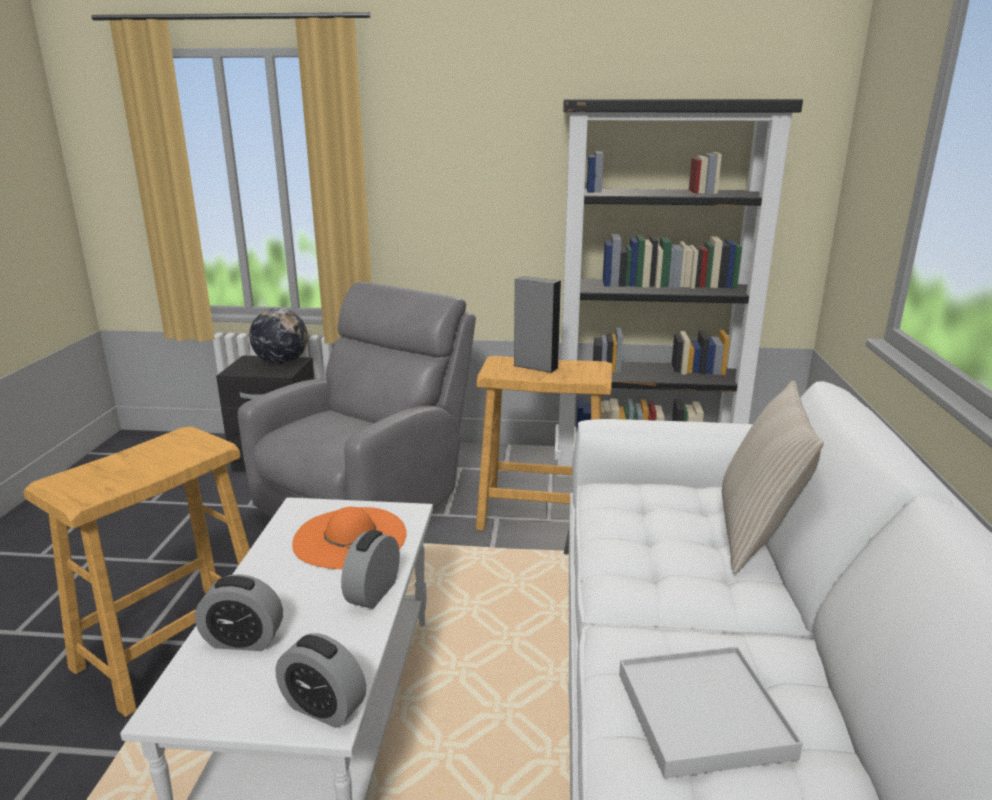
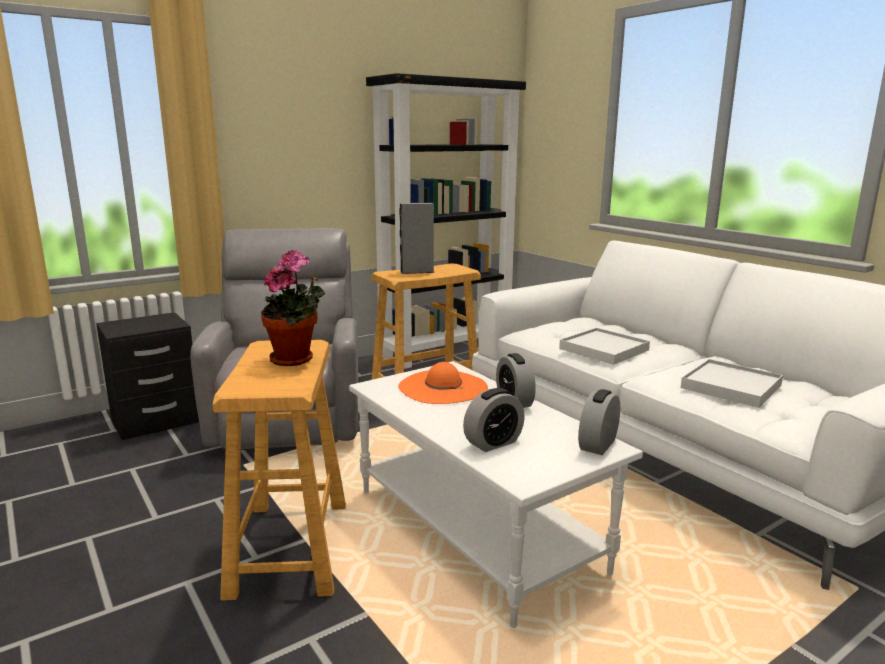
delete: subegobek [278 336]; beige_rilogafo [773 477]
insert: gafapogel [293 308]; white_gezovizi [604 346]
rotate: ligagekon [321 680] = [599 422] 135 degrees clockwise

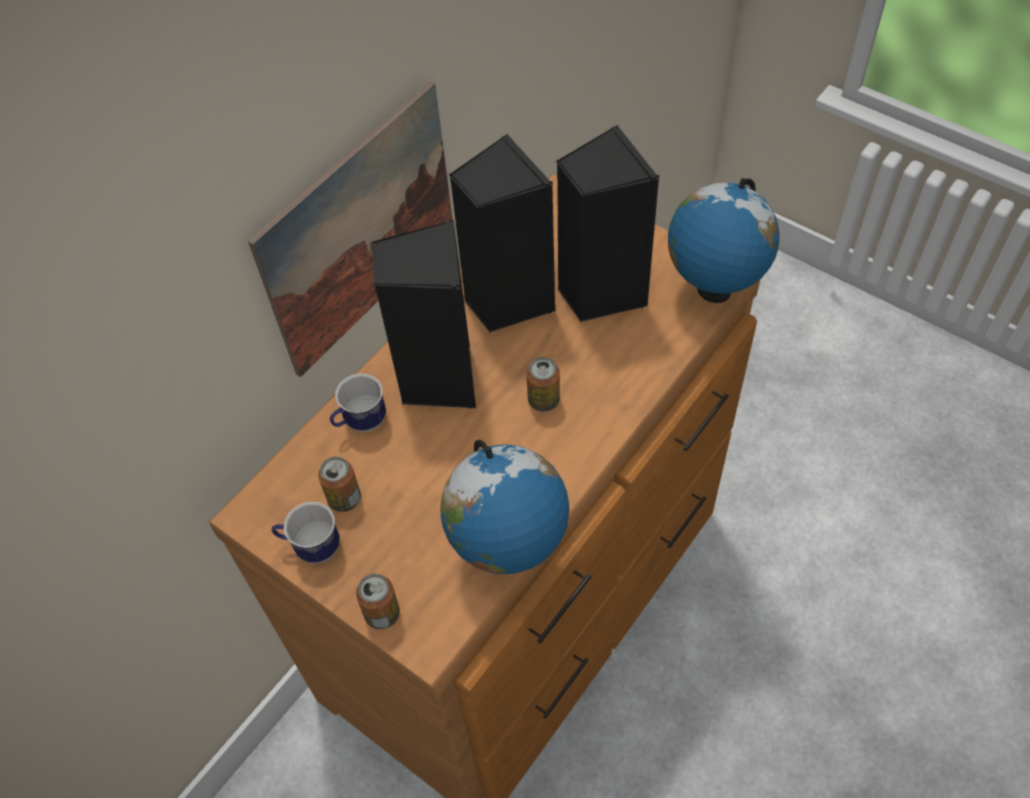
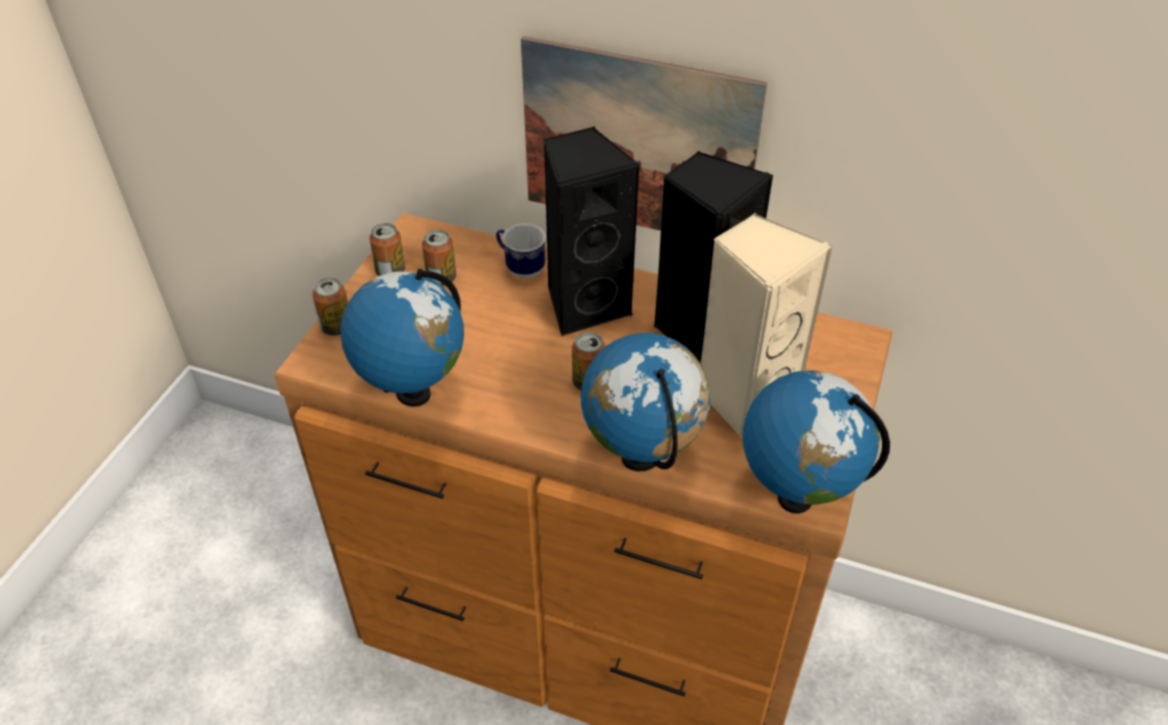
insert: subegobek [645 402]
replace: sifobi [306 533] to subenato [387 249]
recolor: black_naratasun [608 224] to beige_naratasun [766 326]

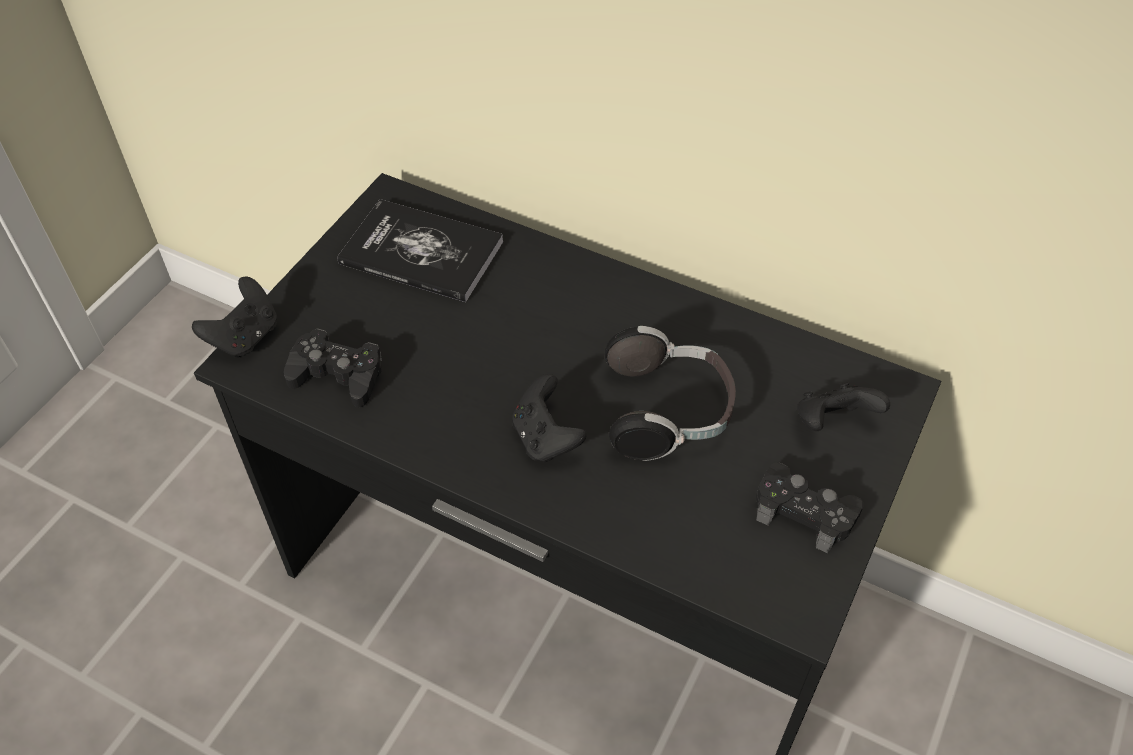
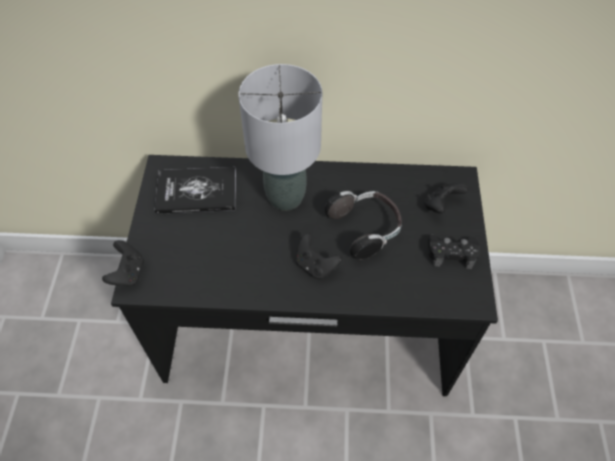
delete: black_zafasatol [333 368]
insert: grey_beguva [280 137]

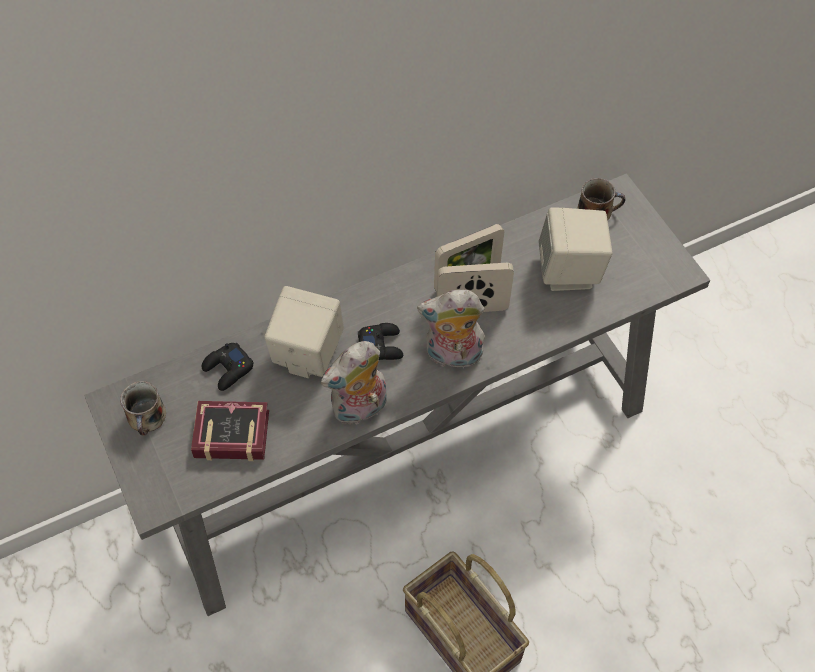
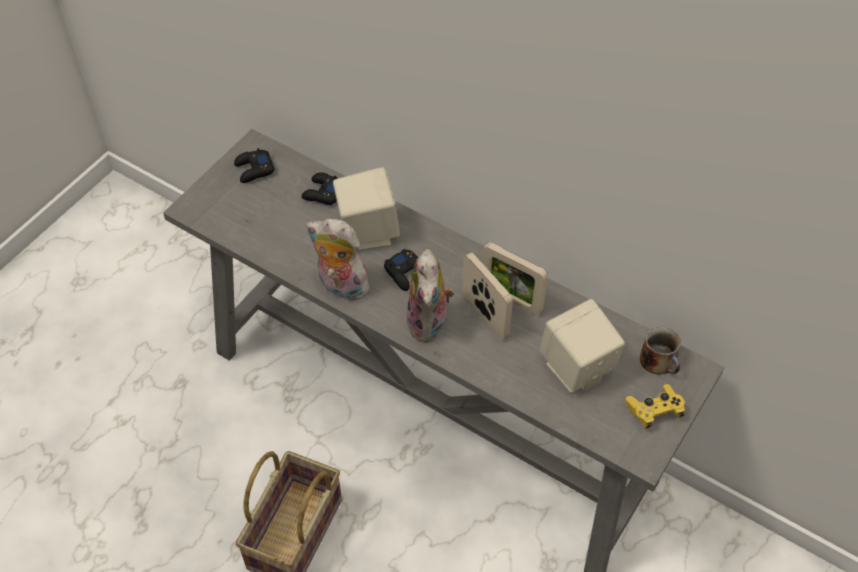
delete: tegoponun [230 431]
insert: yellow_zafasatol [655 407]
replace: sifobi [143 408] to black_zafasatol [254 165]
rotate: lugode [450 329] = [430 295] 150 degrees counterclockwise

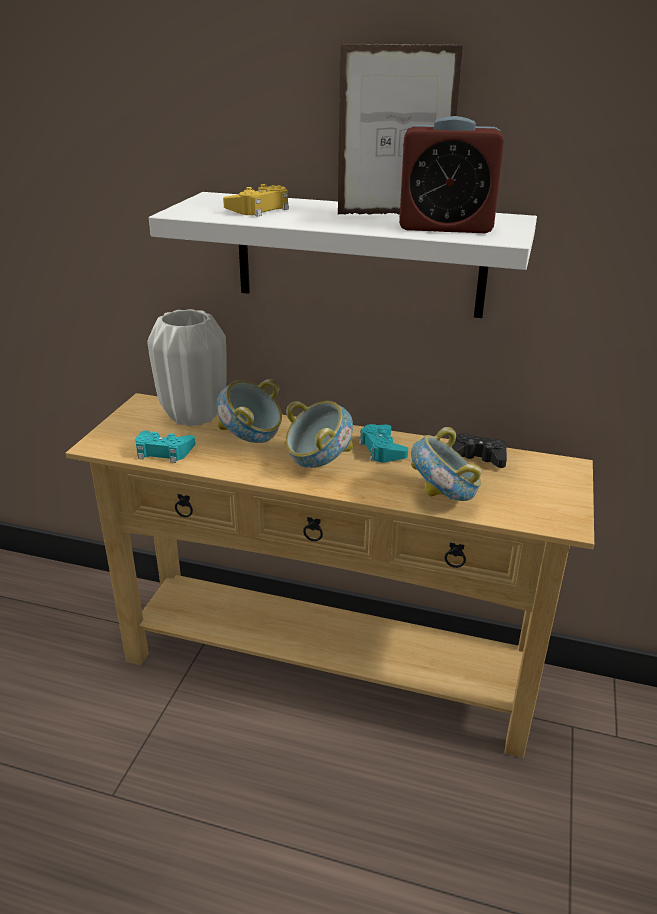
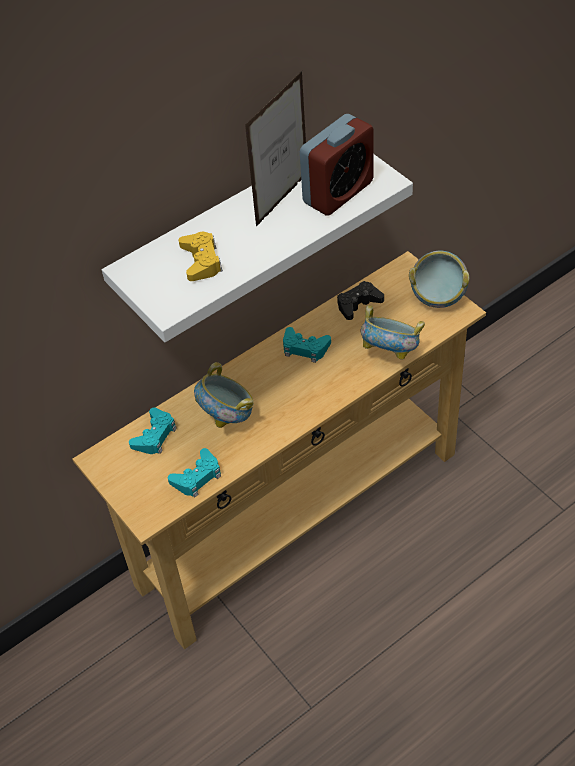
move: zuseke [319 434] to [439 279]
replace: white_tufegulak [186 367] to turquoise_zafasatol [153 431]

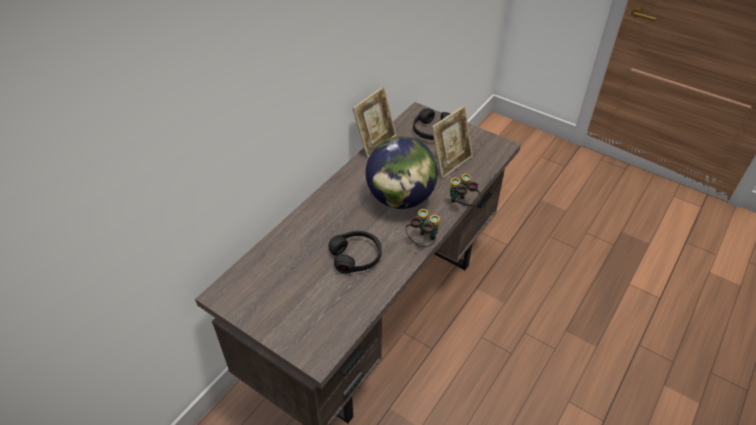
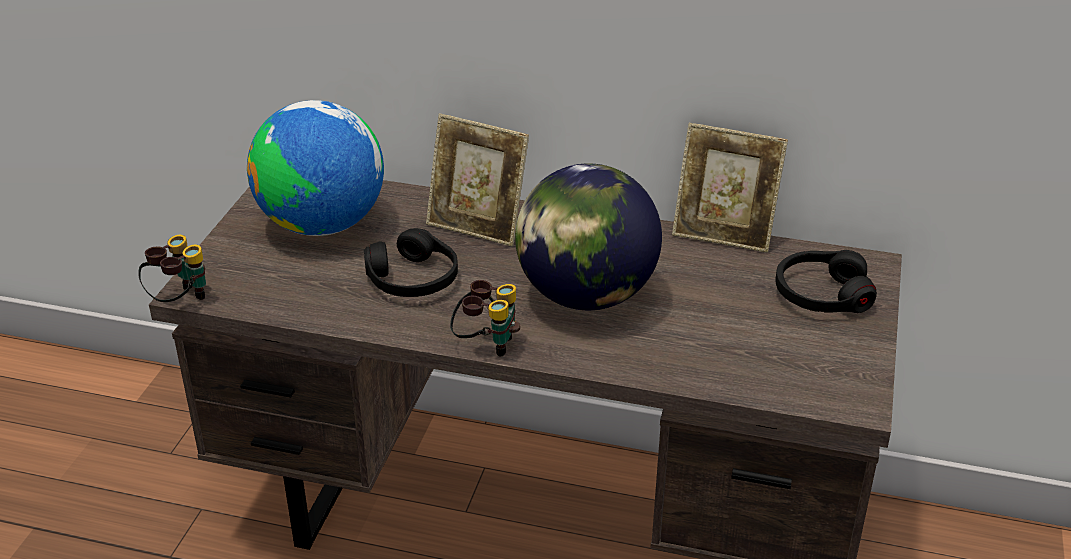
insert: subegobek [315 168]
move: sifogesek [465 190] to [172 268]; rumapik [452 142] to [477 179]

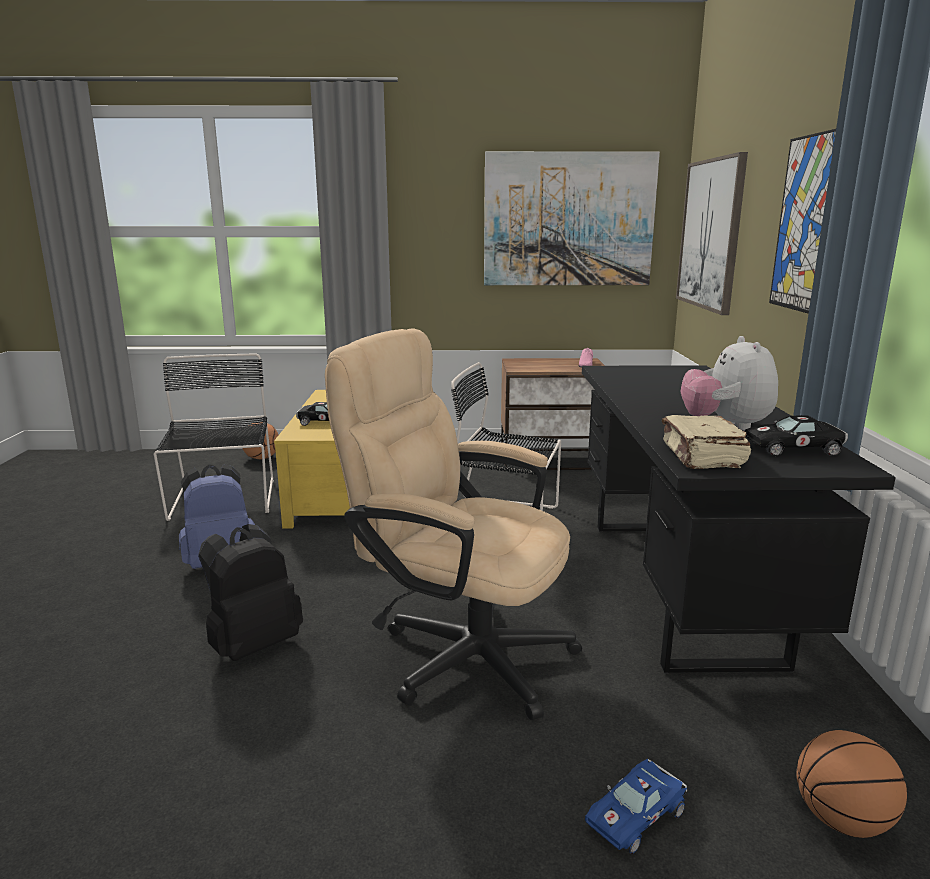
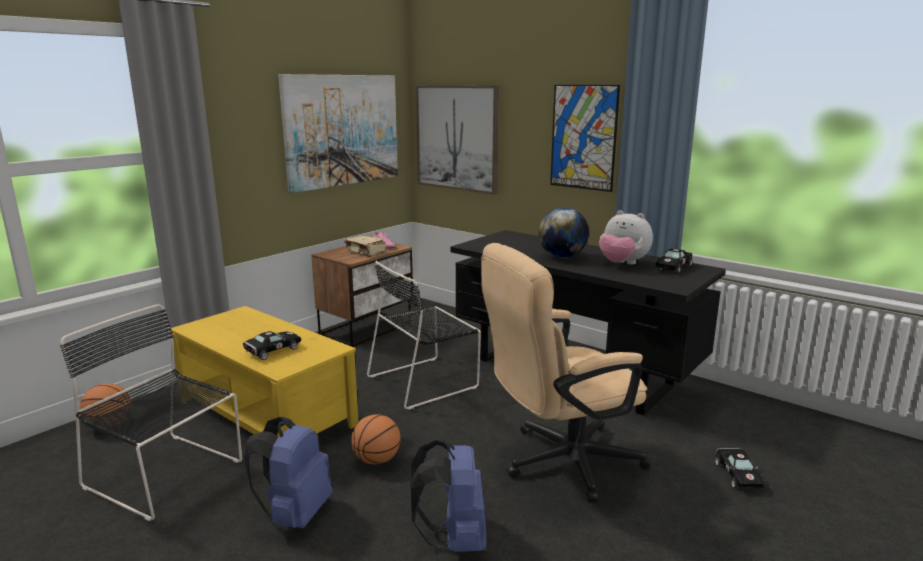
insert: subegobek [563 232]
move: beige_tegoponun [706 442] to [365 246]; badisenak [852 784] to [376 439]
recolor: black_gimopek [250 592] to blue_gimopek [448 495]; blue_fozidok [636 806] to black_fozidok [739 468]

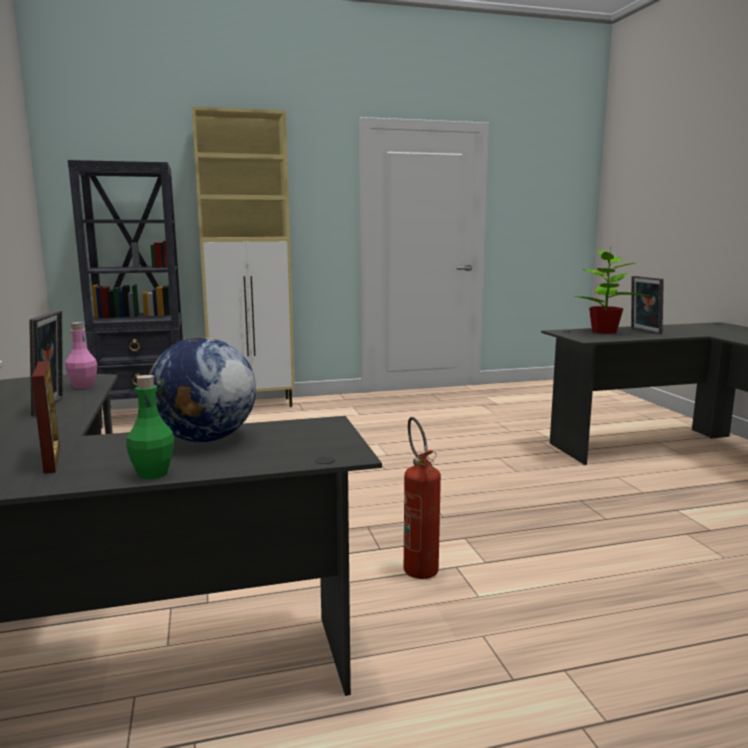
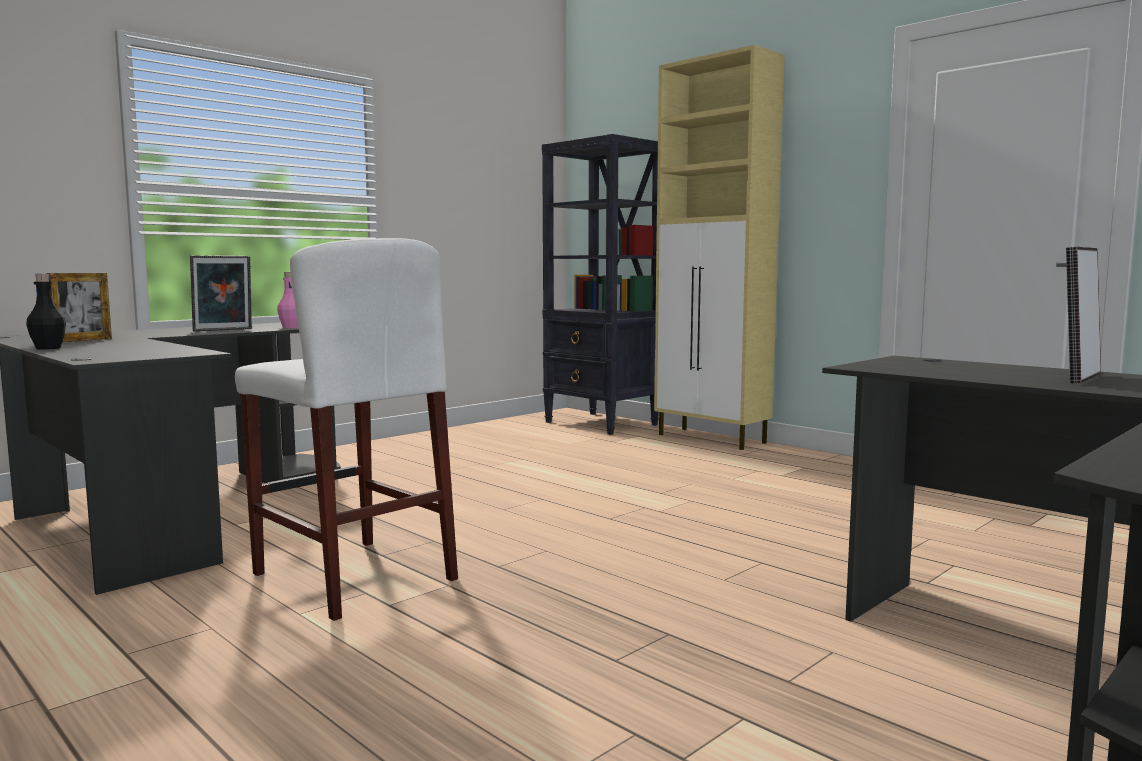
delete: subegobek [202 389]; gafapogel [611 291]
replace: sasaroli [422 498] to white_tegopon [346 429]
recolor: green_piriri [150 427] to black_piriri [46 312]

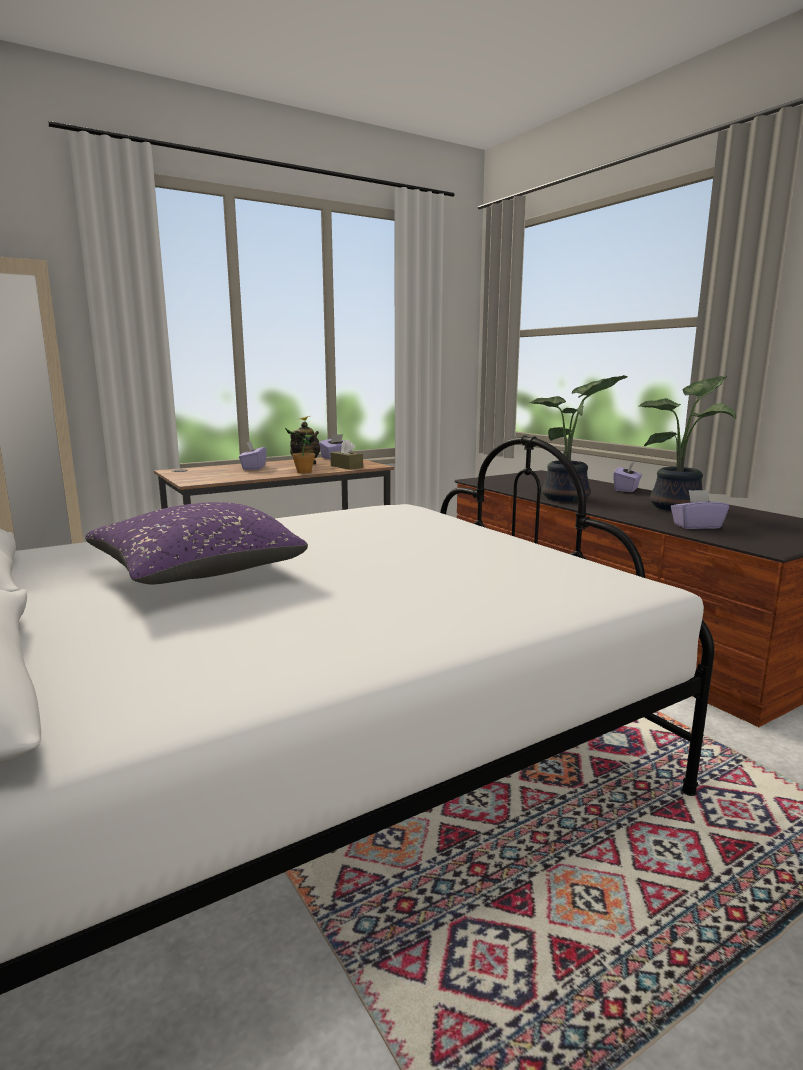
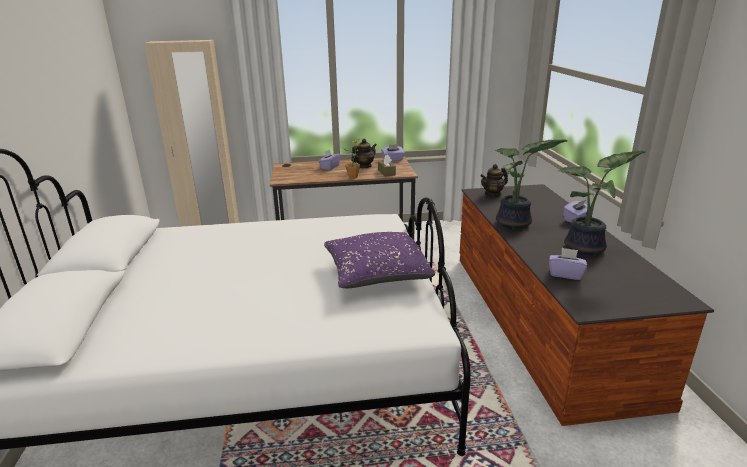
insert: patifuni [494 180]
move: purple_rilogafo [196 543] to [379 260]

